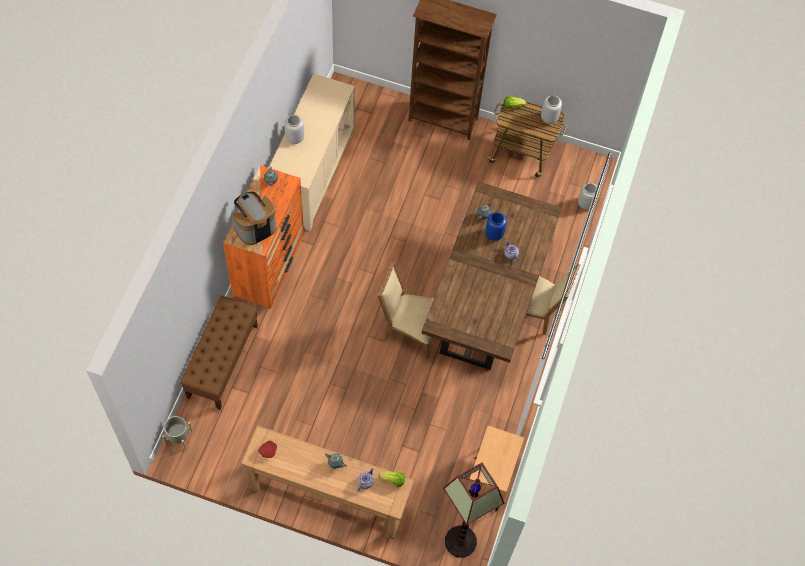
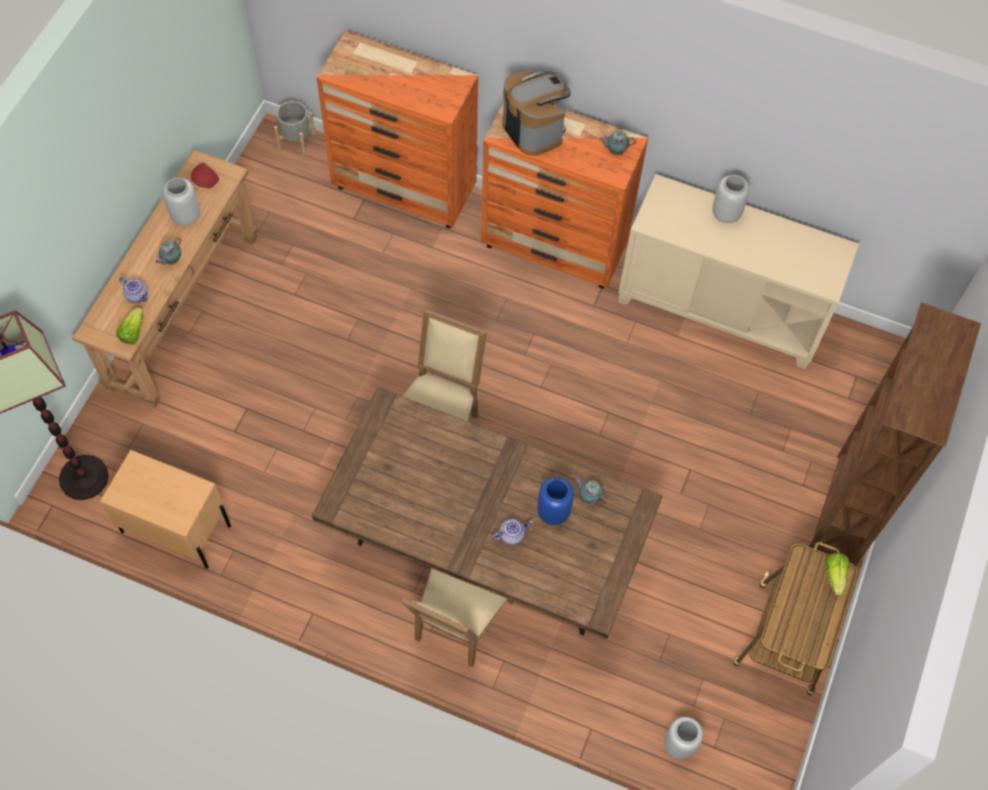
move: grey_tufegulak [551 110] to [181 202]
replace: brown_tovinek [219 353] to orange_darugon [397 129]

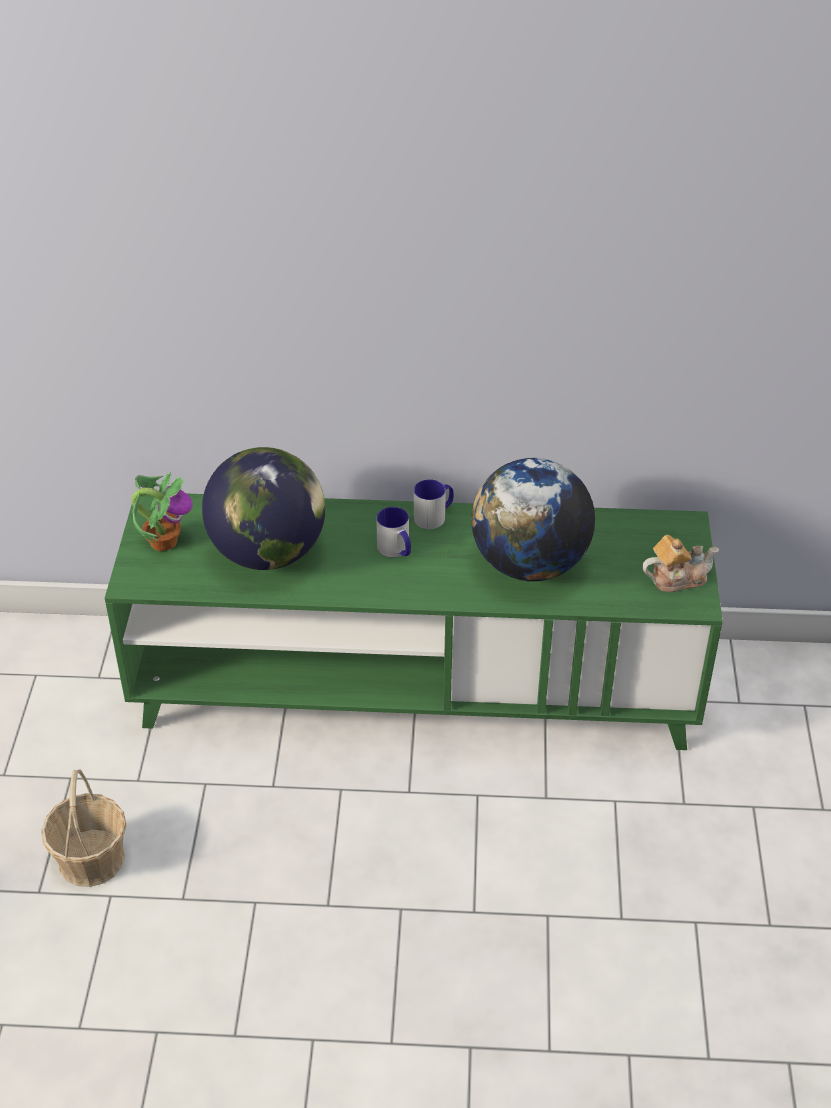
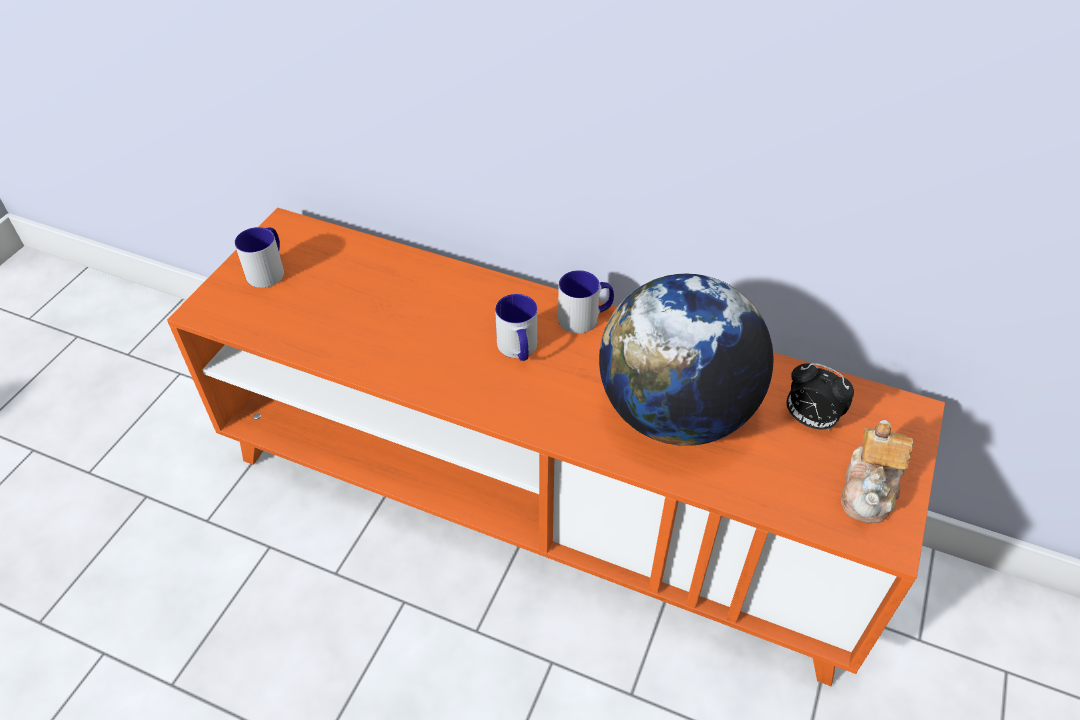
delete: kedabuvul [83 828]; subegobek [263 508]
insert: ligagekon [820 397]
replace: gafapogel [162 511] to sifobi [259 257]
recolor: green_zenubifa [414 621] to orange_zenubifa [556 447]
rotate: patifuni [680 563] = [877 471] 105 degrees clockwise

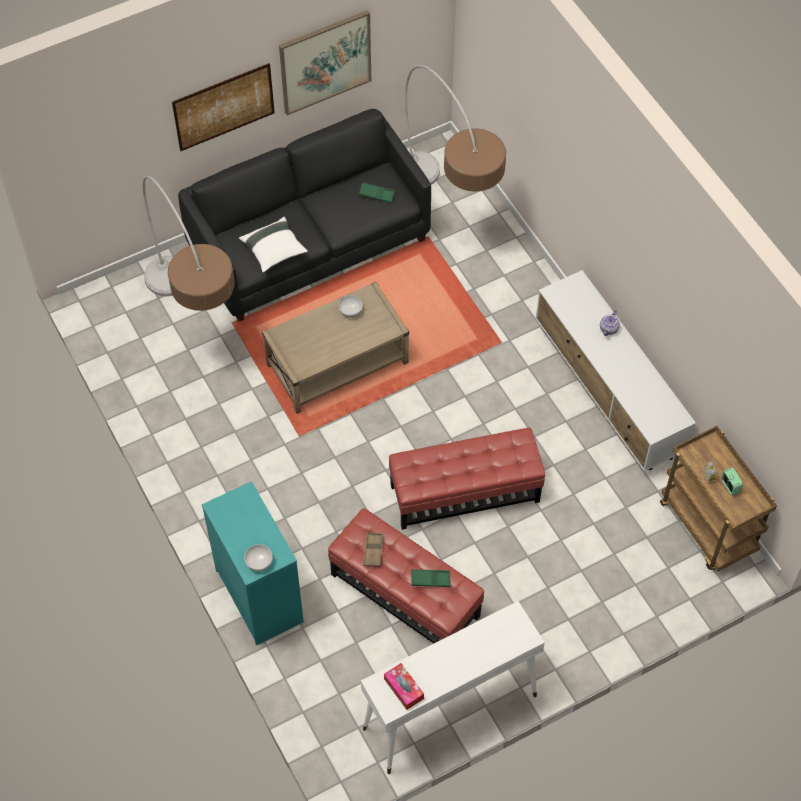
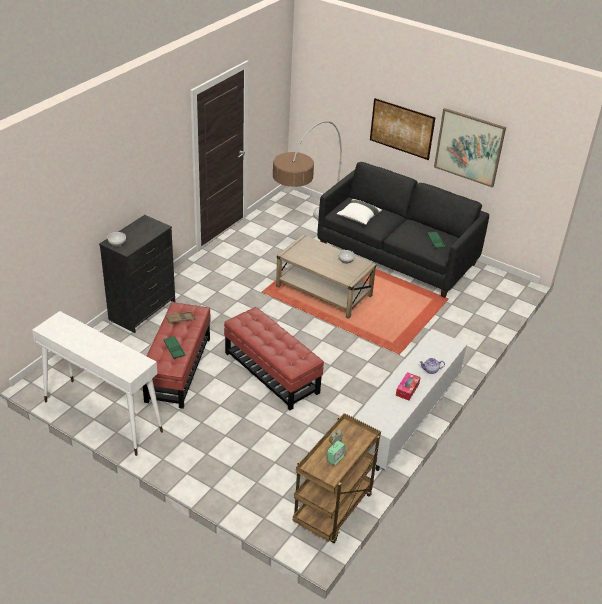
delete: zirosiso [455 128]
move: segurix [404 686] to [408 386]
recolor: turquoise_darugon [253 563] to black_darugon [137 274]

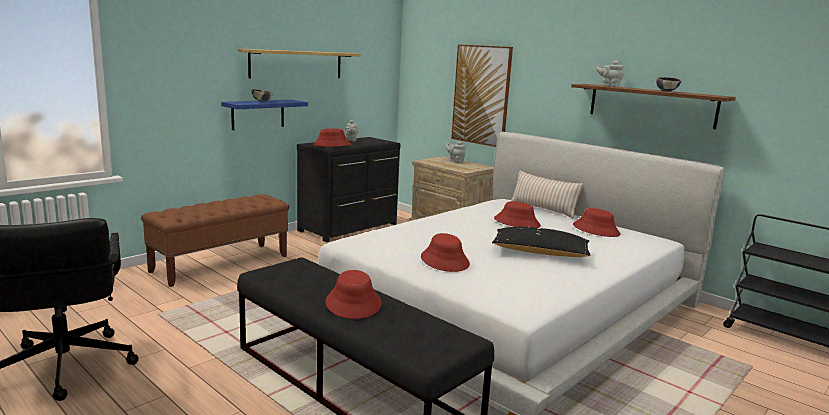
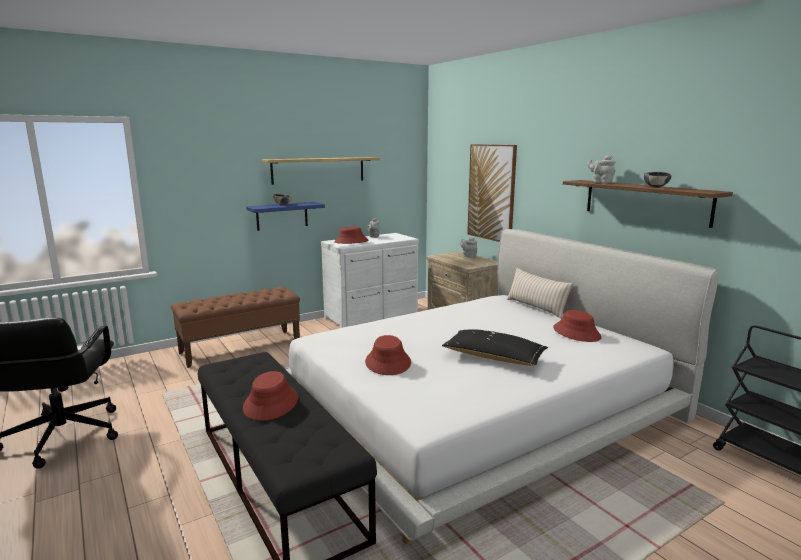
delete: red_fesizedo [517 214]
recolor: black_darugon [349 189] to white_darugon [370 280]

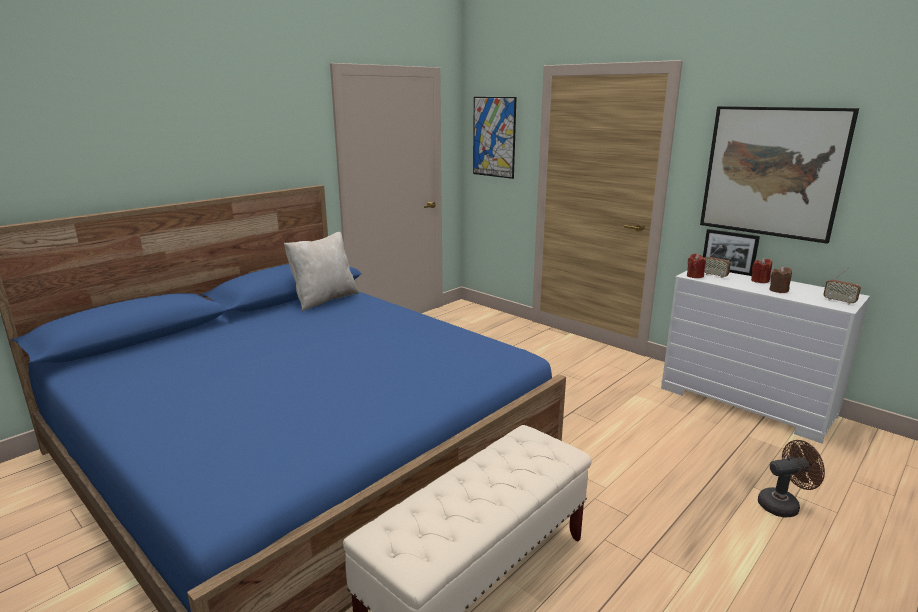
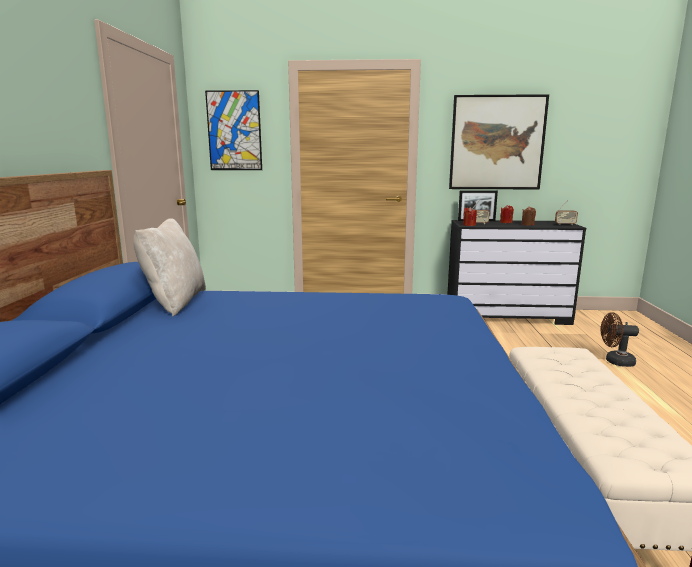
recolor: white_darugon [765 357] to black_darugon [516 272]
rotate: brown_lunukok [791 479] = [620 339] 120 degrees counterclockwise

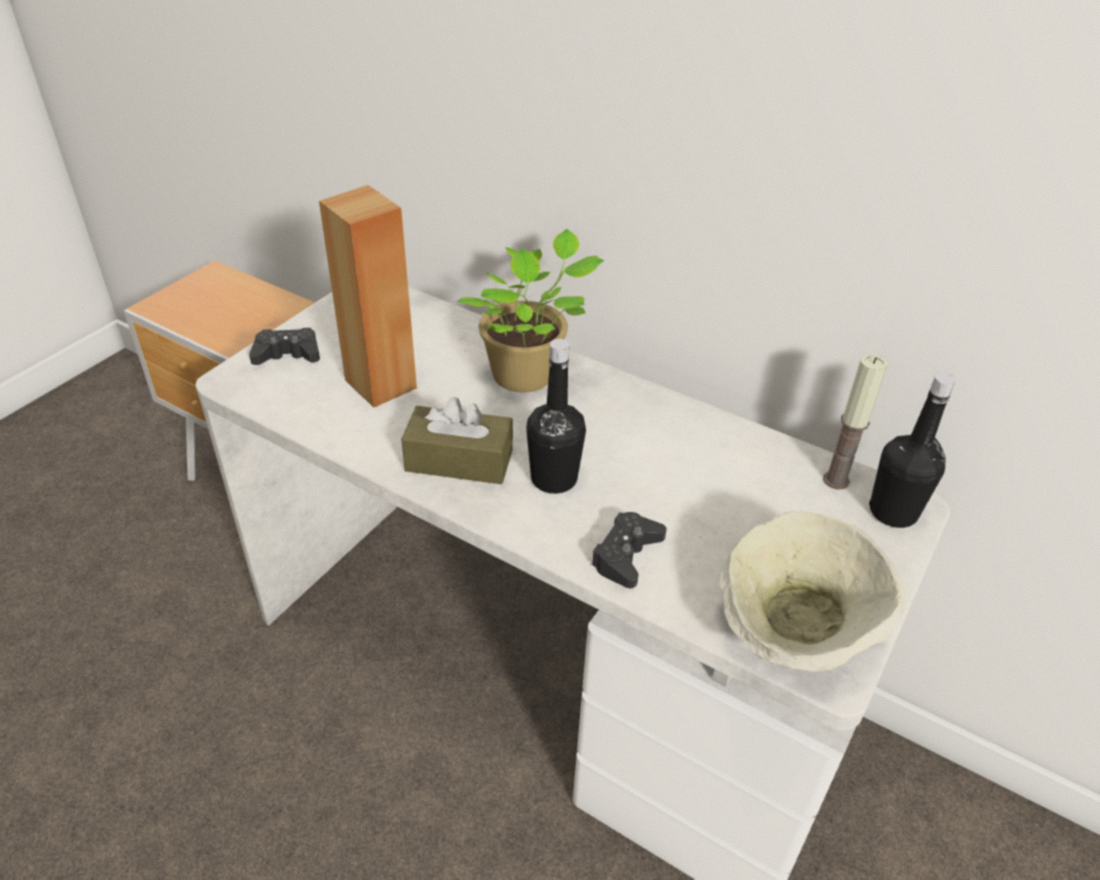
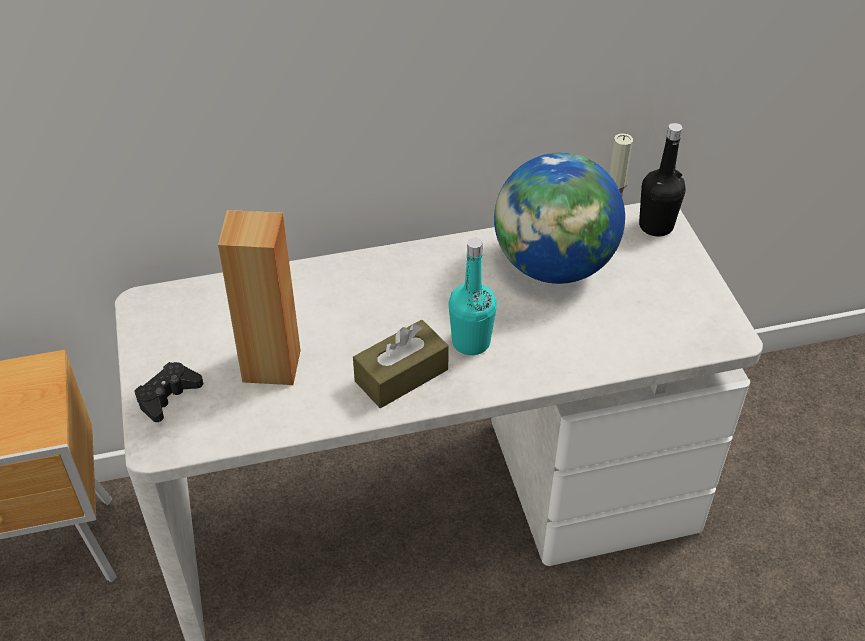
delete: gafapogel [530 311]; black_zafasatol [629 550]; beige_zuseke [812 591]
insert: subegobek [559 218]
recolor: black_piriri [556 416] to turquoise_piriri [472 296]

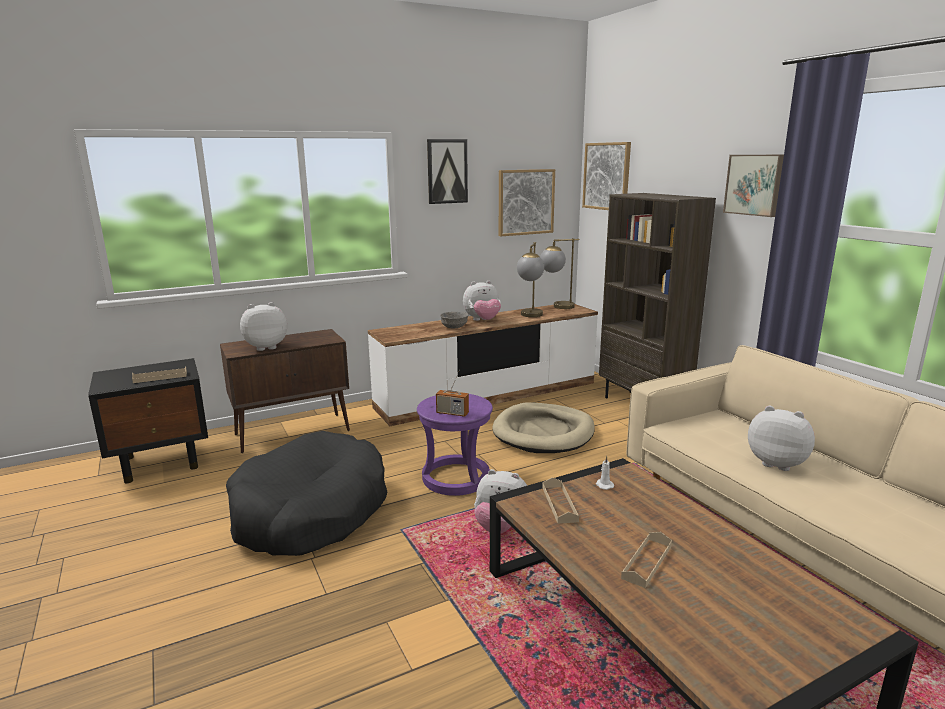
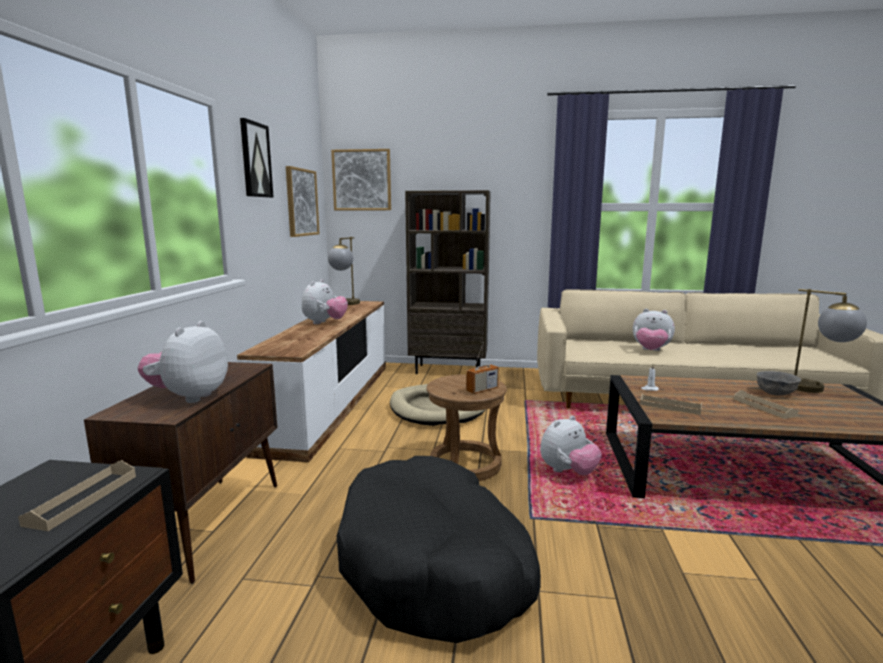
delete: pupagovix [753 186]
move: grey_zuseke [454 320] to [779 383]; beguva [530 279] to [830 341]
recolor: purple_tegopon [455 445] to brown_tegopon [466 427]
rotate: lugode [781 438] = [654 330] 135 degrees counterclockwise

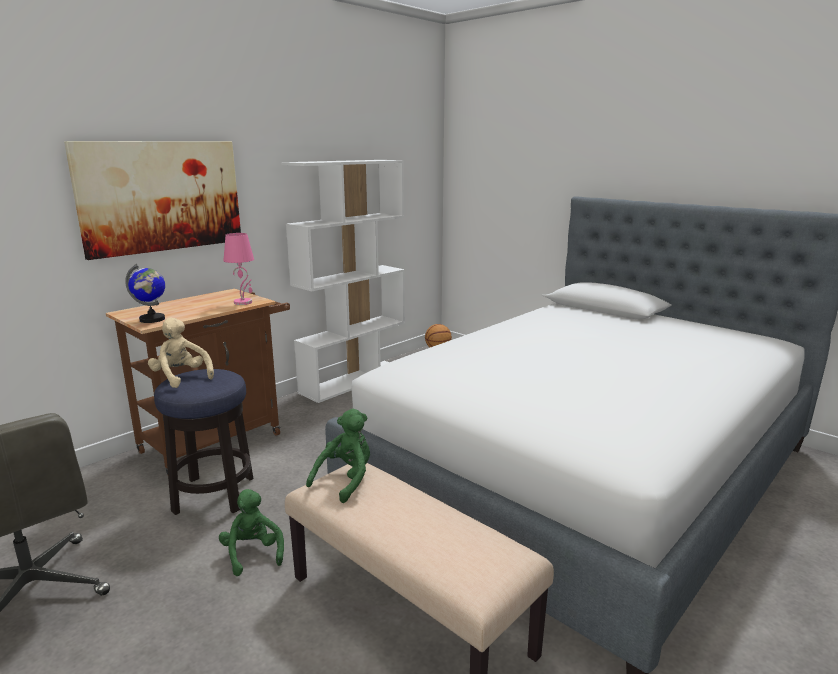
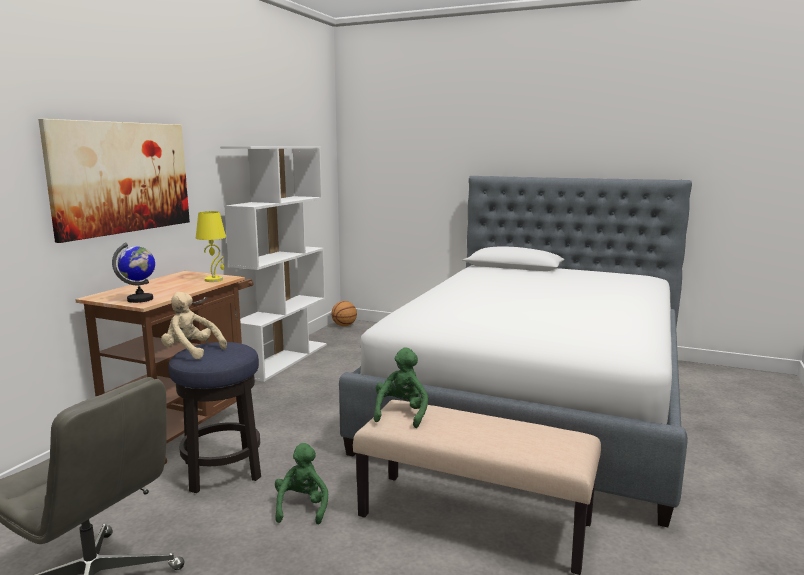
recolor: pink_beguva [238 269] to yellow_beguva [211 246]
rotate: green_lugode [251 532] = [301 483] 45 degrees clockwise

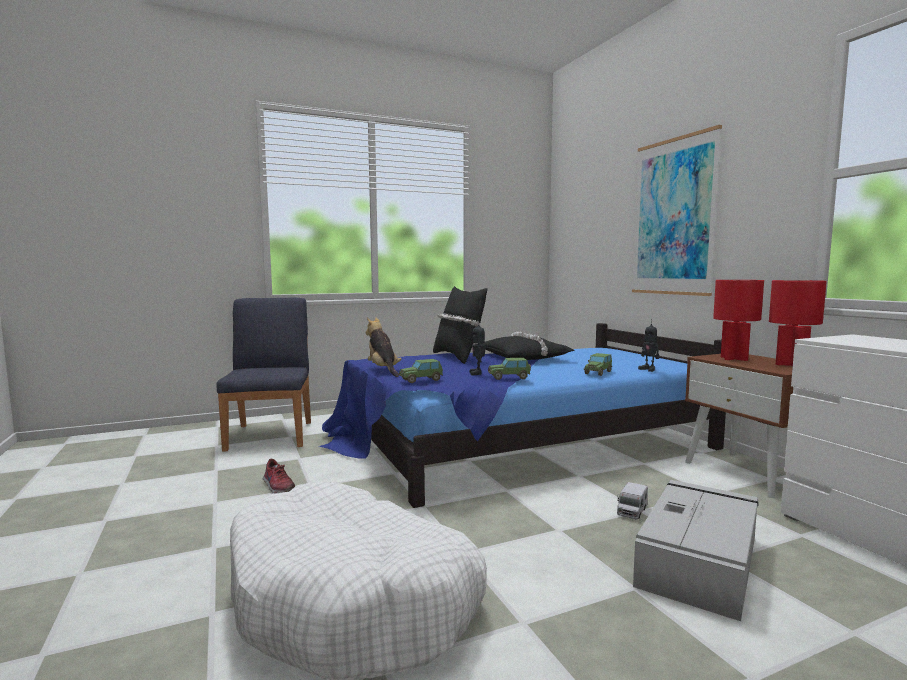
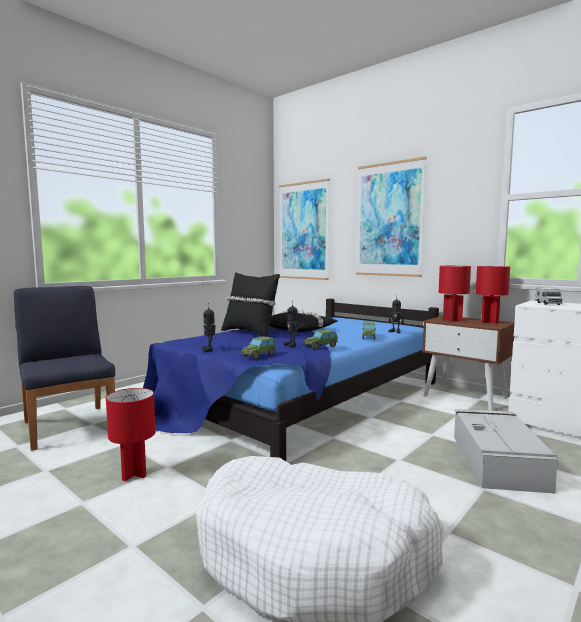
insert: pupagovix [304 229]
move: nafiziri [632 501] to [548 296]
replace: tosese [278 476] to red_beguva [131 434]; lugode [384 347] to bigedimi [208 327]

